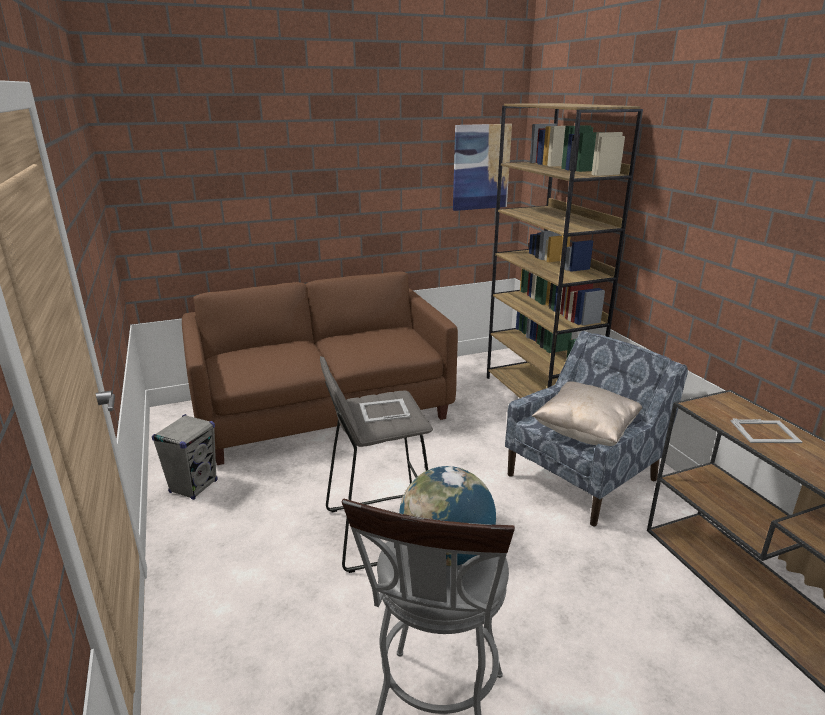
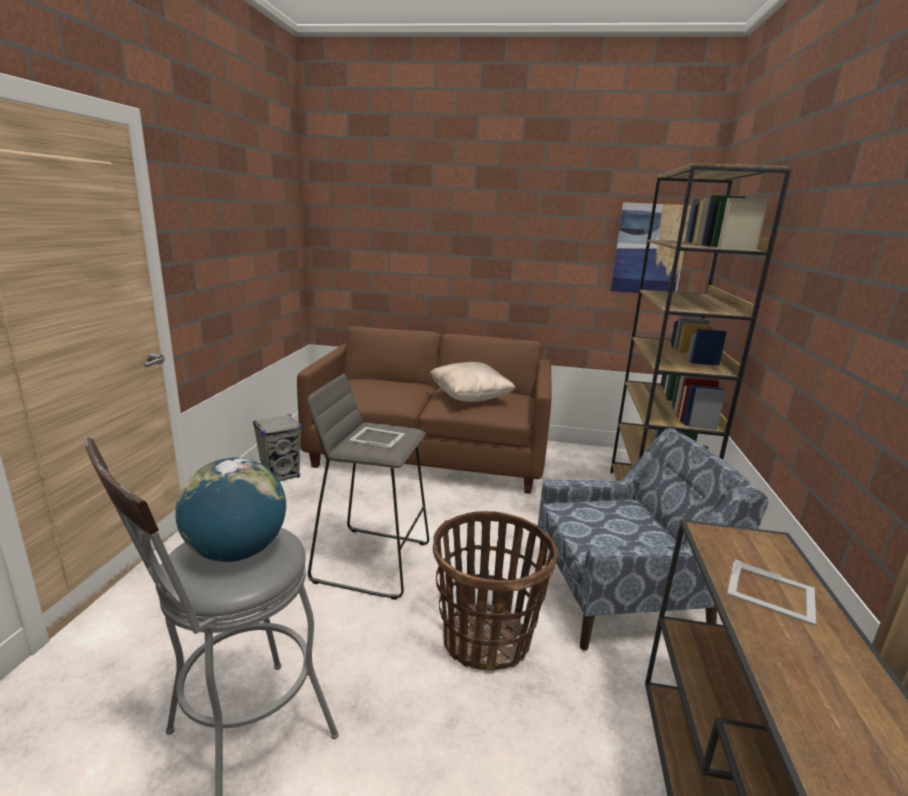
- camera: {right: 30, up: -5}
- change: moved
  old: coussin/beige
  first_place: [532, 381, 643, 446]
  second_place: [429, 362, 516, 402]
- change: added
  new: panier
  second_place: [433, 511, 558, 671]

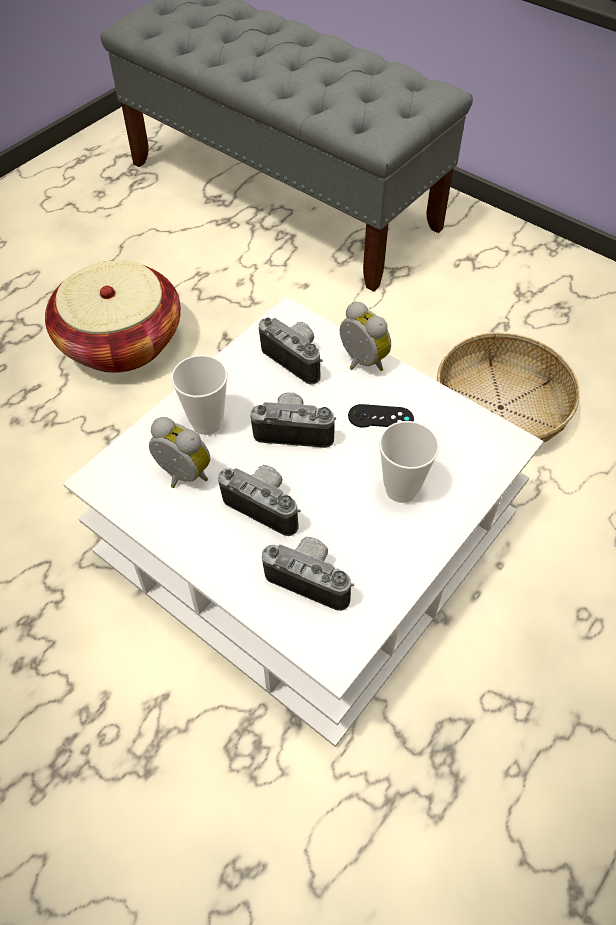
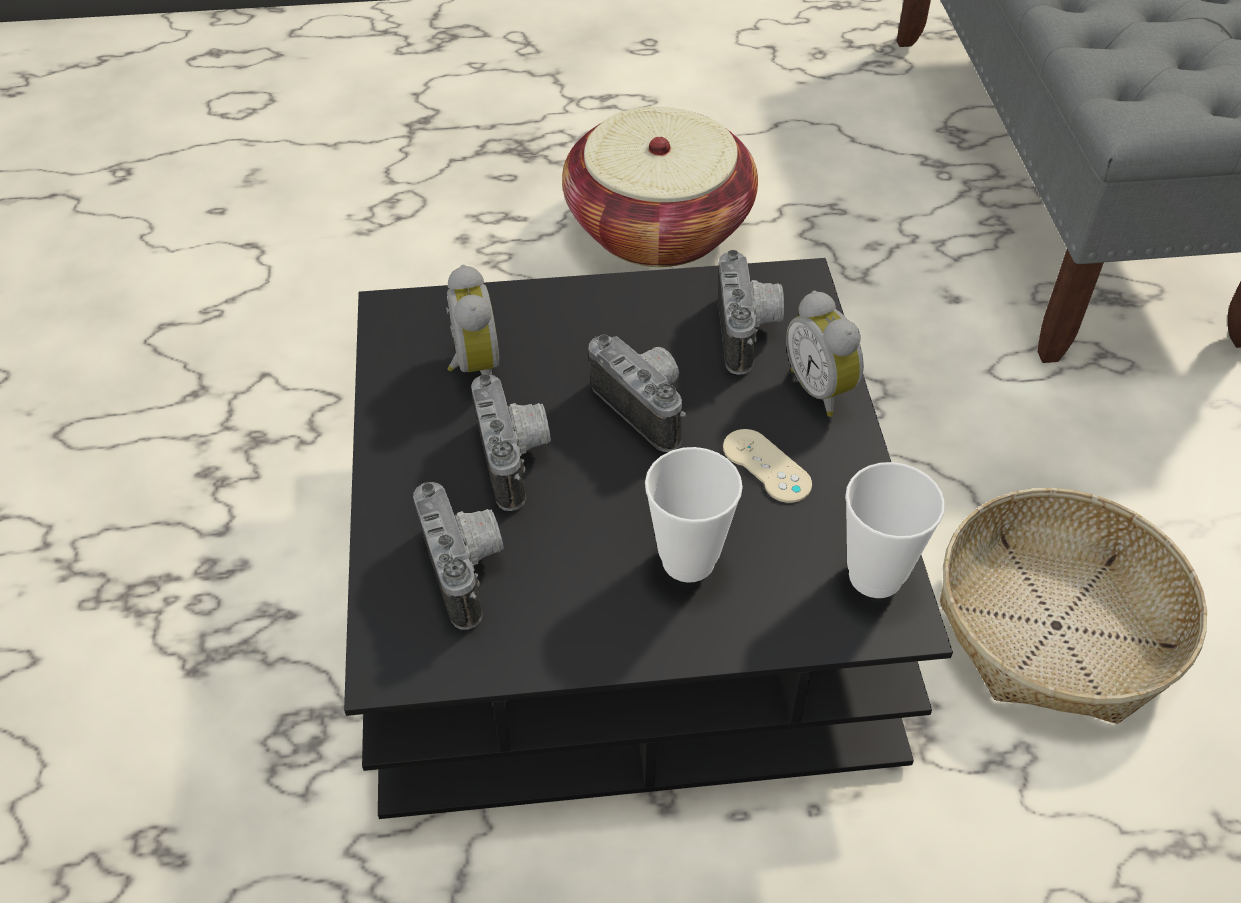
- camera: {right: 45, up: -5}
- change: recoloured
  old: table basse/blanc
  new: table basse/noir
  first_place: [63, 297, 544, 747]
  second_place: [344, 258, 953, 819]
- change: turned
  old: réveil
  first_place: [340, 302, 391, 371]
  second_place: [786, 291, 864, 417]
  degrees: 150
- change: moved
  old: tasse
  first_place: [171, 355, 228, 435]
  second_place: [845, 462, 945, 598]
- change: recoloured
  old: manette/noir
  new: manette/beige
  first_place: [348, 404, 414, 428]
  second_place: [723, 429, 812, 503]

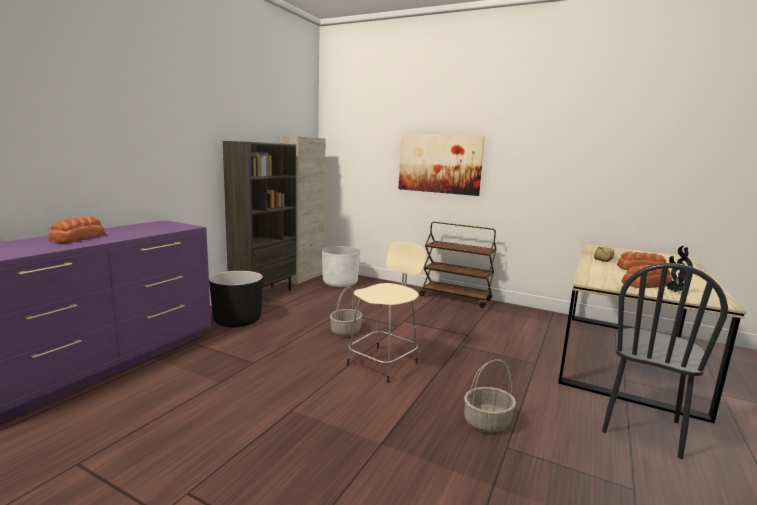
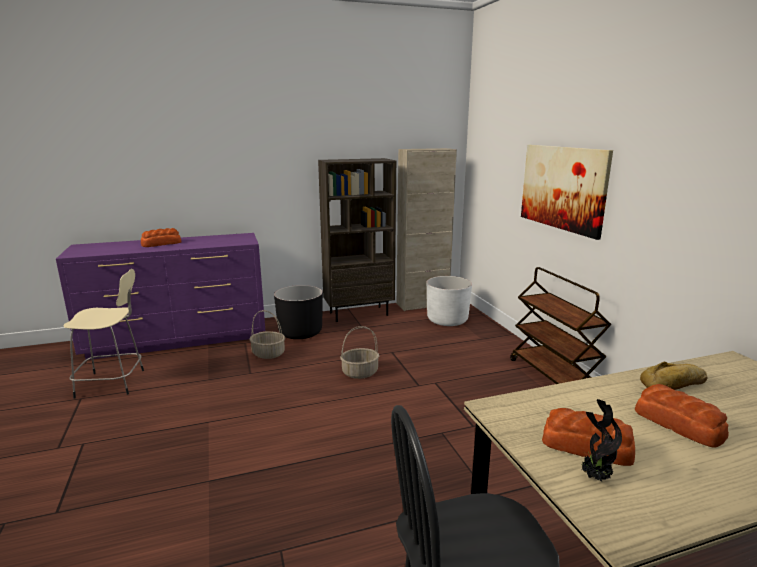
- camera: {right: 45, up: 5}
- change: moved
  old: tabouret/beige
  first_place: [347, 241, 426, 383]
  second_place: [63, 269, 144, 399]
- change: moved
  old: panier
  first_place: [464, 359, 516, 432]
  second_place: [250, 310, 285, 359]

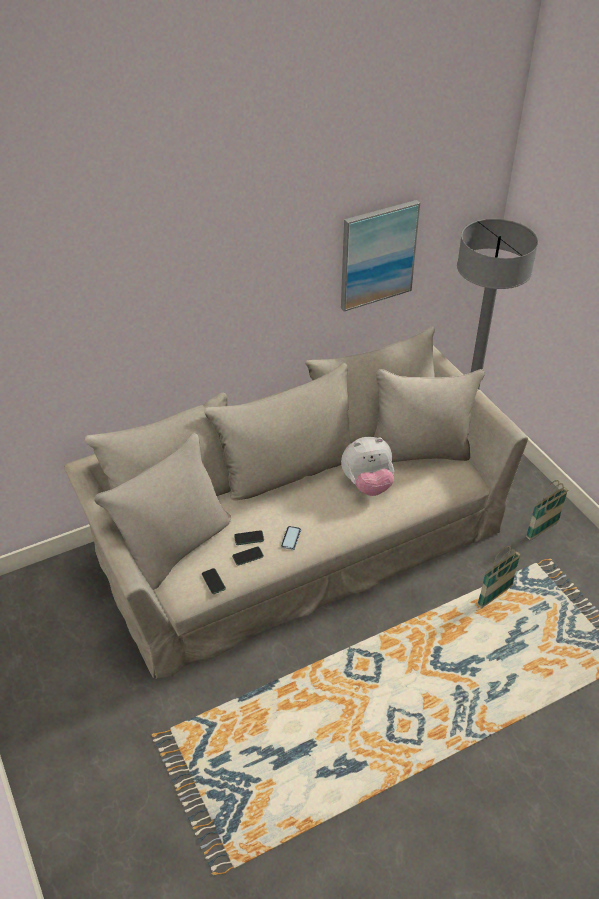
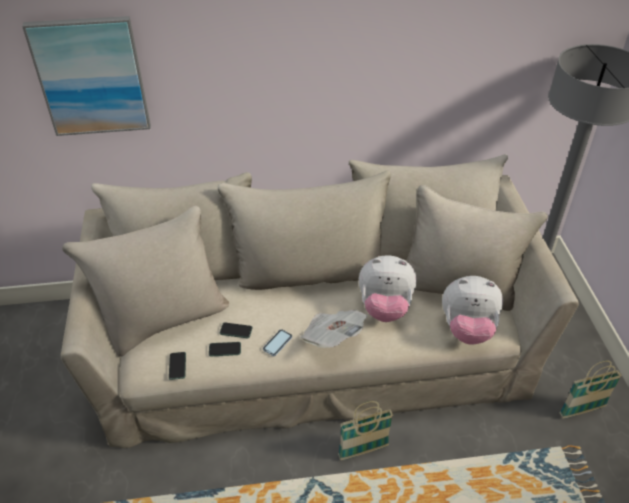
- camera: {right: 20, up: 0}
- change: moved
  old: tableau
  first_place: [341, 200, 420, 312]
  second_place: [22, 16, 151, 136]
- change: moved
  old: panier
  first_place: [477, 546, 521, 609]
  second_place: [338, 401, 393, 460]
- change: added
  new: peluche
  second_place: [442, 276, 503, 345]
- change: added
  new: journal
  second_place: [300, 310, 367, 348]

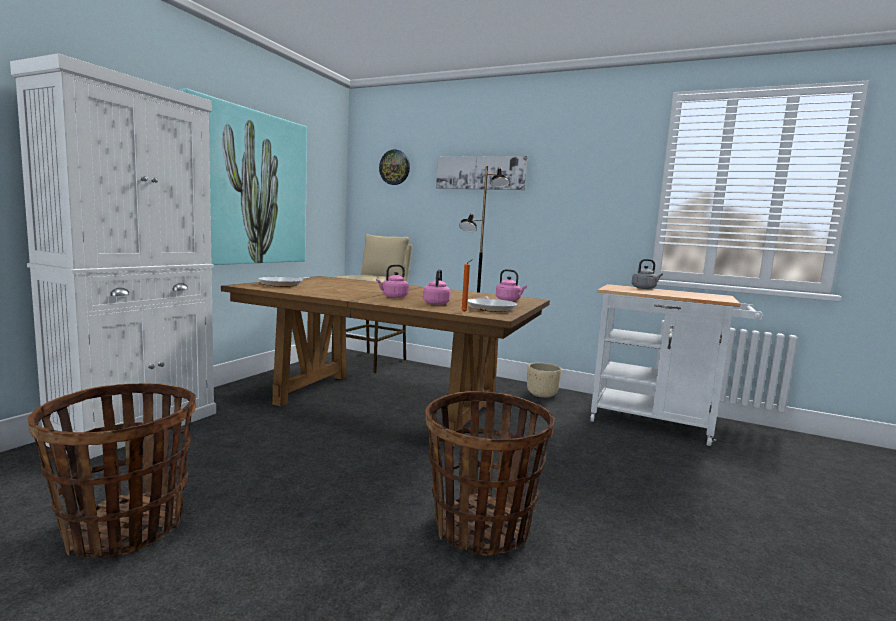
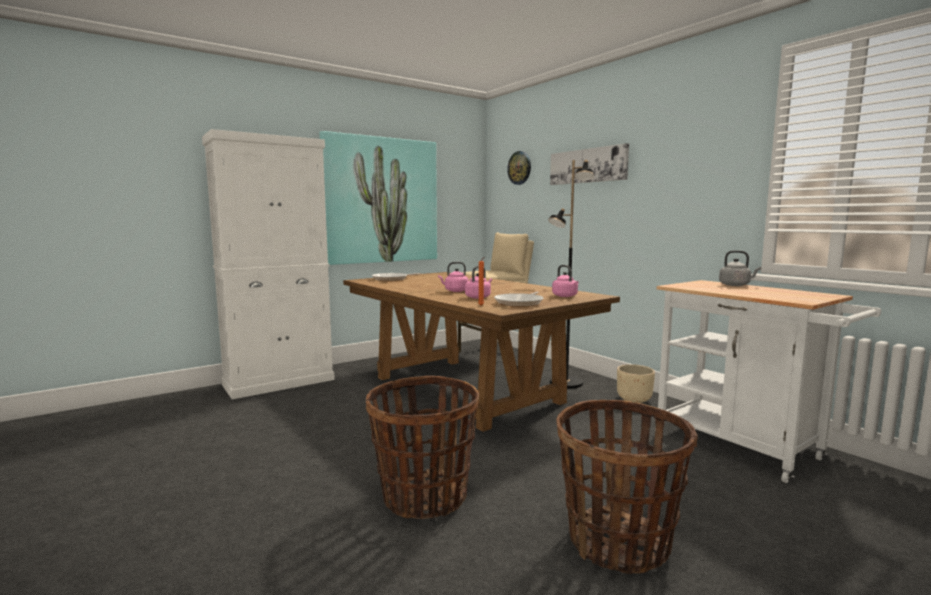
- camera: {right: 30, up: 0}
- change: moved
  old: panier
  first_place: [28, 383, 196, 558]
  second_place: [557, 400, 698, 574]

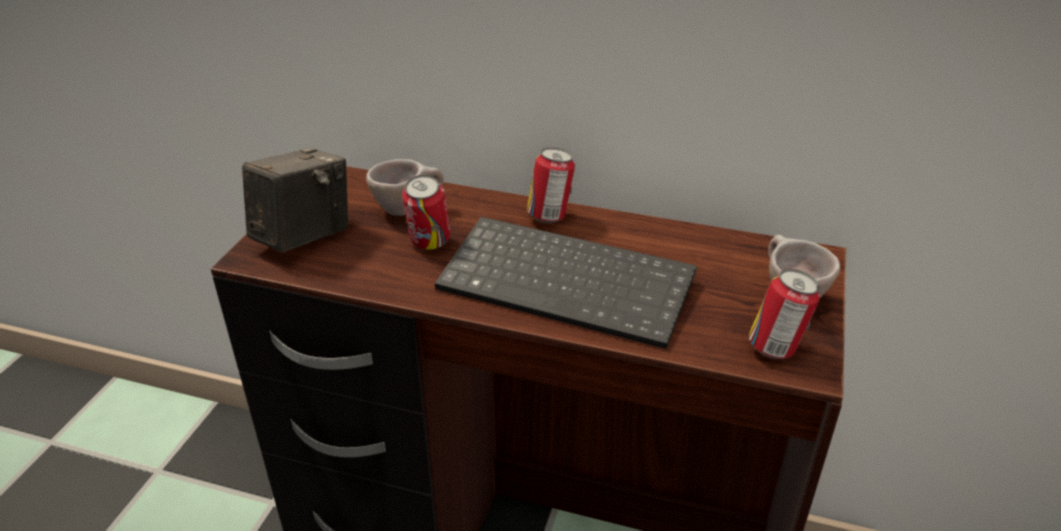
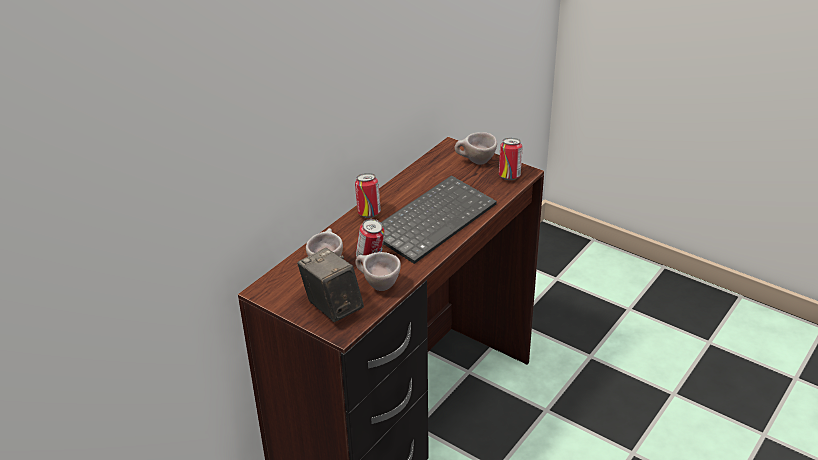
- camera: {right: -70, up: 0}
- change: added
  new: tasse/beige
  second_place: [355, 252, 401, 291]

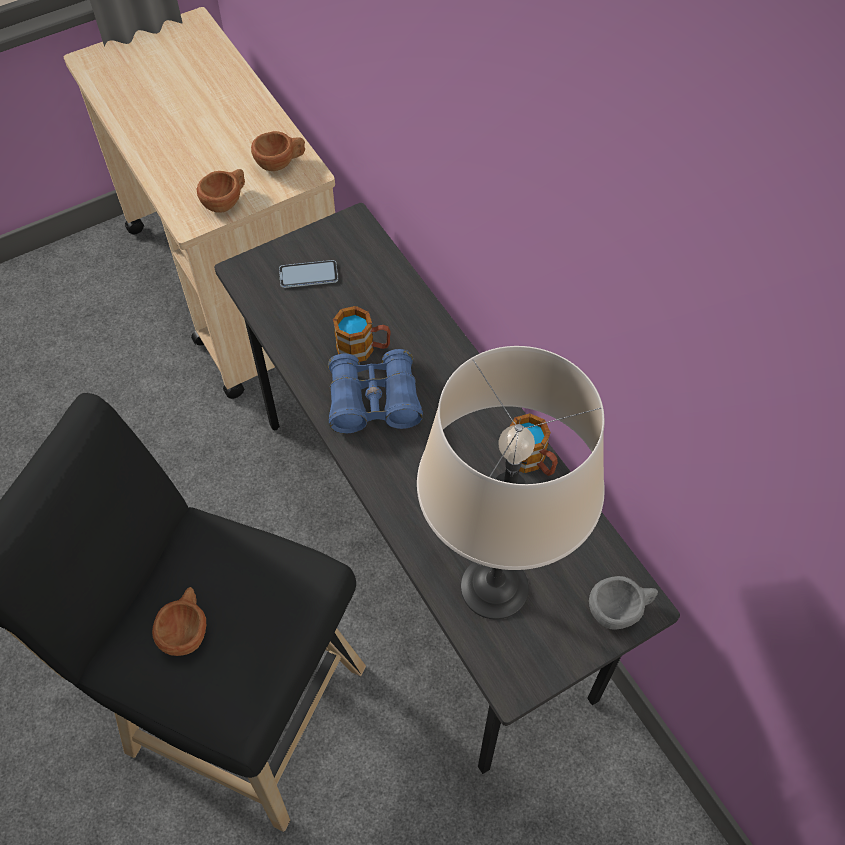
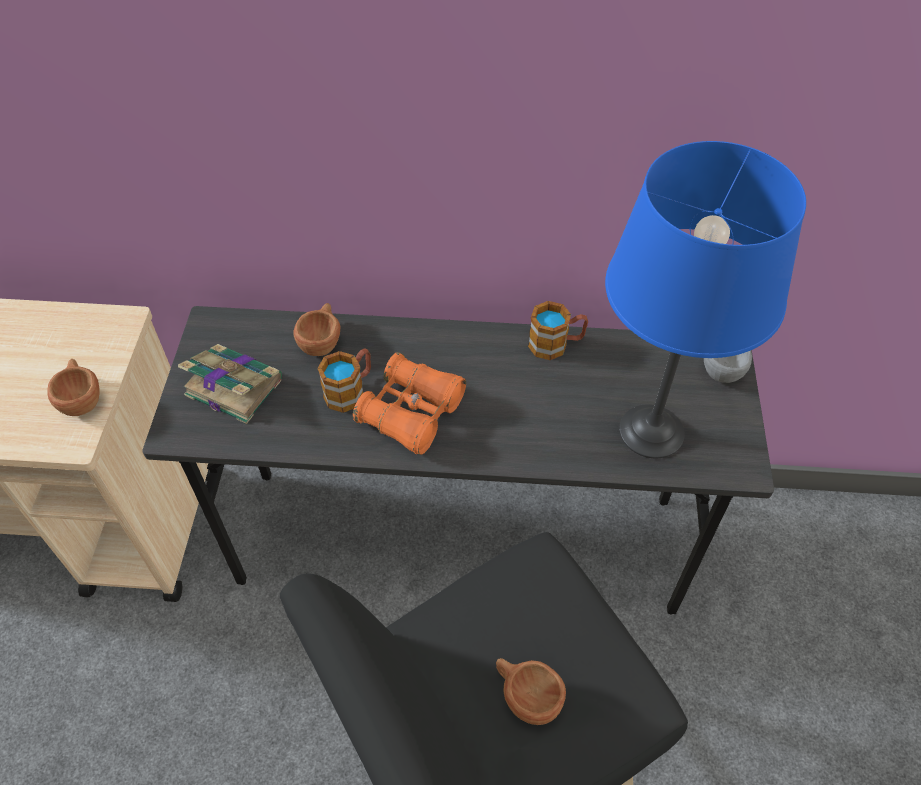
- camera: {right: -55, up: -5}
- change: moved
  old: tasse/marron
  first_place: [251, 131, 305, 171]
  second_place: [294, 303, 340, 356]
- change: replaced
  old: téléphone
  new: livre
  first_place: [279, 260, 338, 288]
  second_place: [178, 344, 282, 424]
- change: recoloured
  old: lampe de table/beige
  new: lampe de table/bleu
  first_place: [417, 346, 604, 619]
  second_place: [605, 141, 806, 458]
- change: recoloured
  old: jumelles/bleu
  new: jumelles/orange
  first_place: [328, 349, 423, 434]
  second_place: [353, 352, 466, 455]

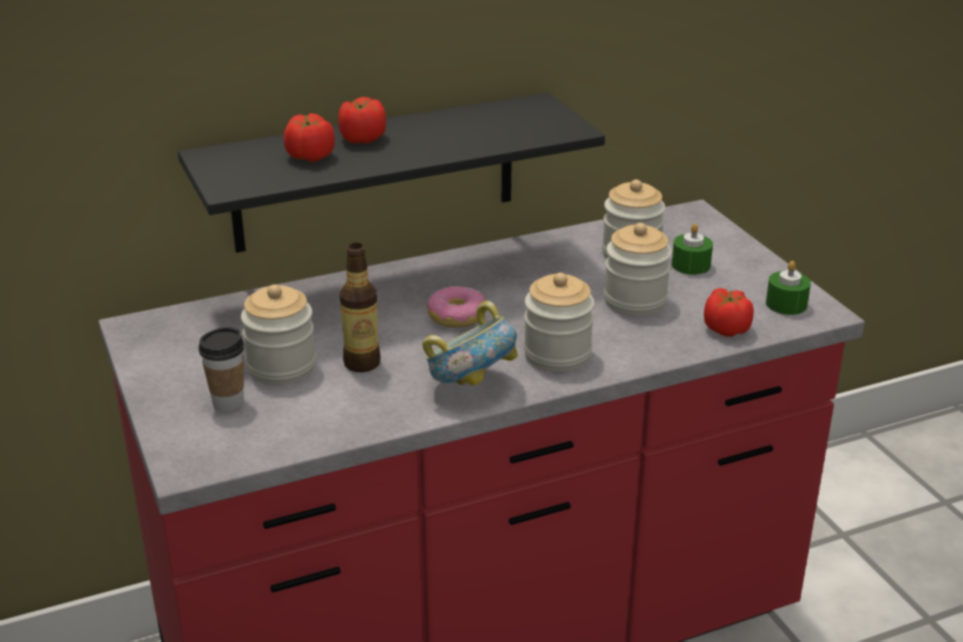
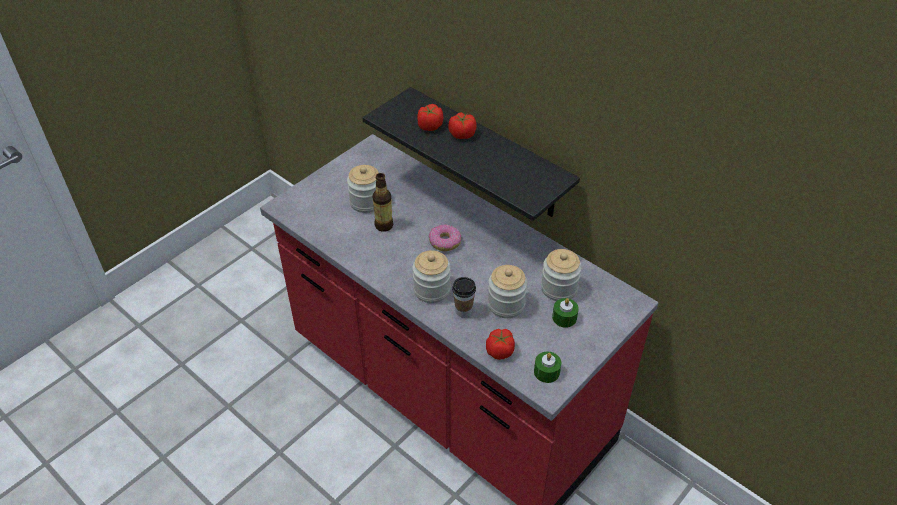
- camera: {right: 65, up: 15}
- change: removed
  old: bol
  first_place: [422, 301, 518, 386]
- change: moved
  old: tasse
  first_place: [199, 327, 244, 412]
  second_place: [452, 277, 476, 317]

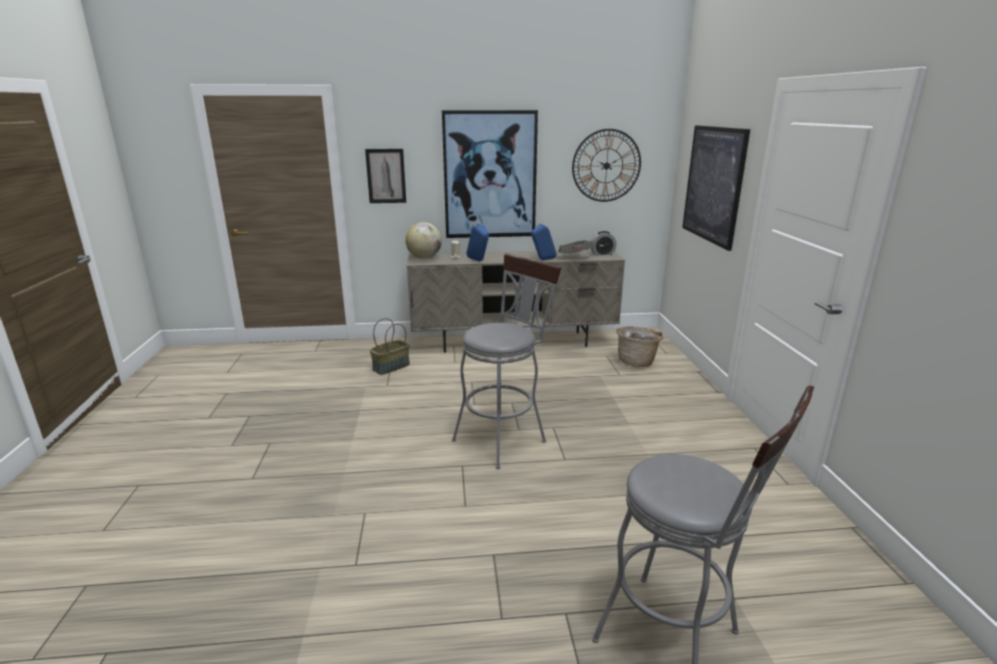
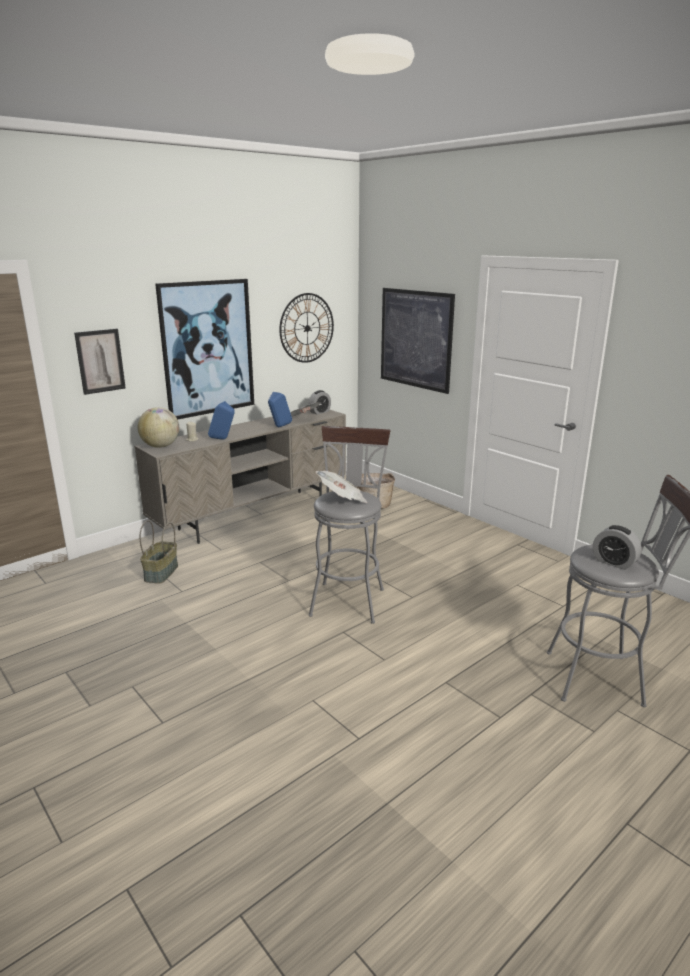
- camera: {right: -35, up: 0}
- change: added
  new: journal
  second_place: [315, 471, 368, 503]
- change: added
  new: réveil
  second_place: [593, 525, 642, 570]

